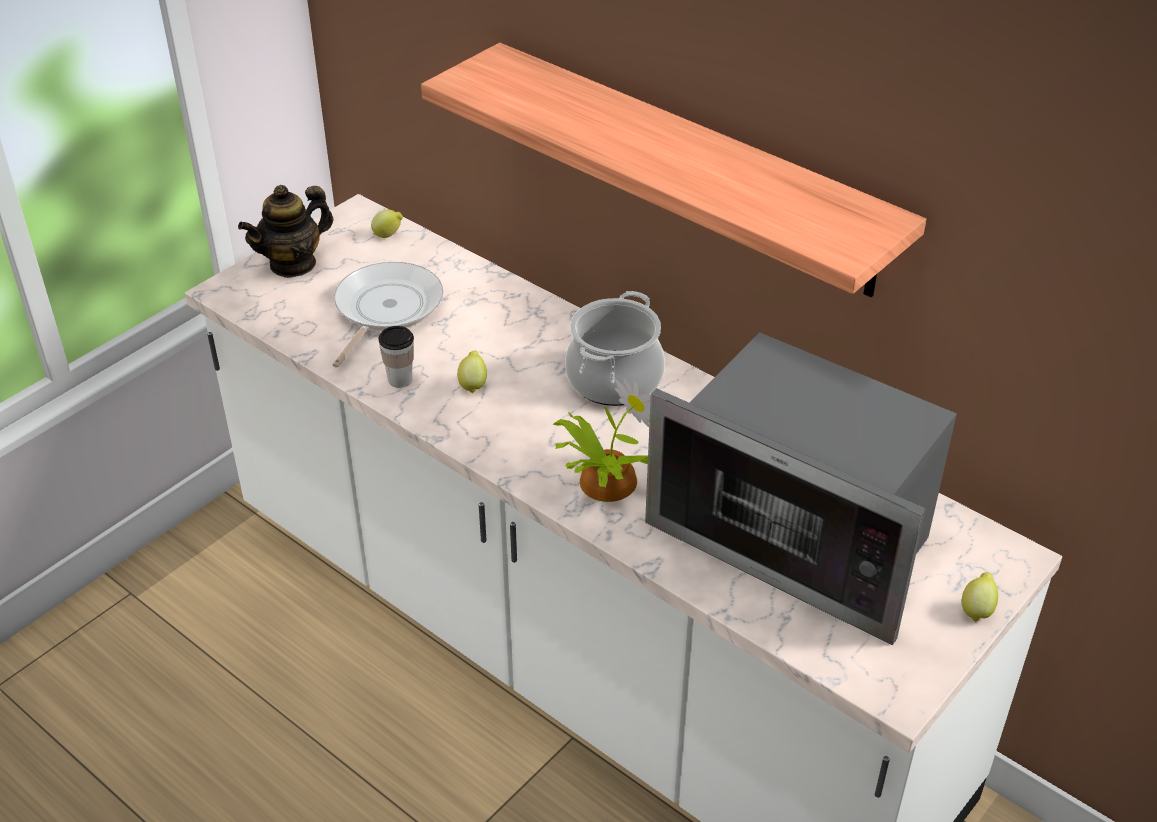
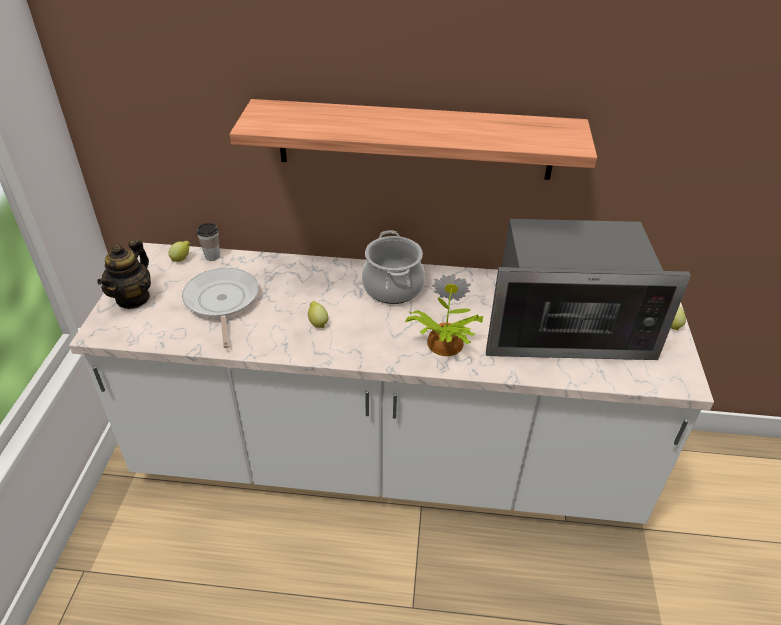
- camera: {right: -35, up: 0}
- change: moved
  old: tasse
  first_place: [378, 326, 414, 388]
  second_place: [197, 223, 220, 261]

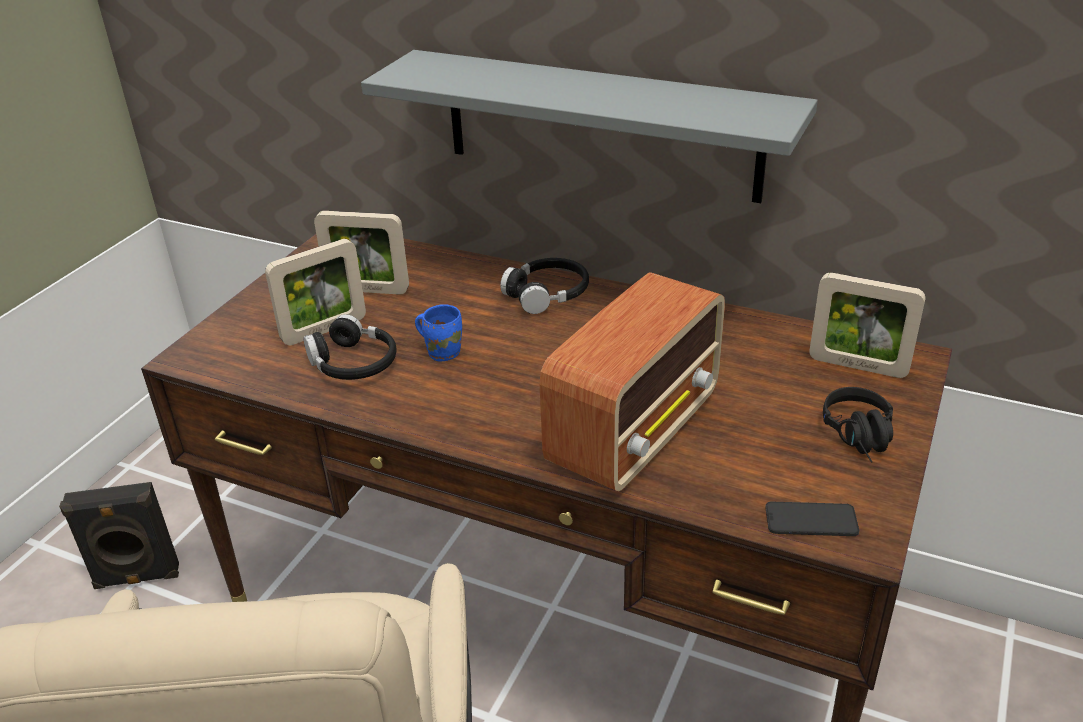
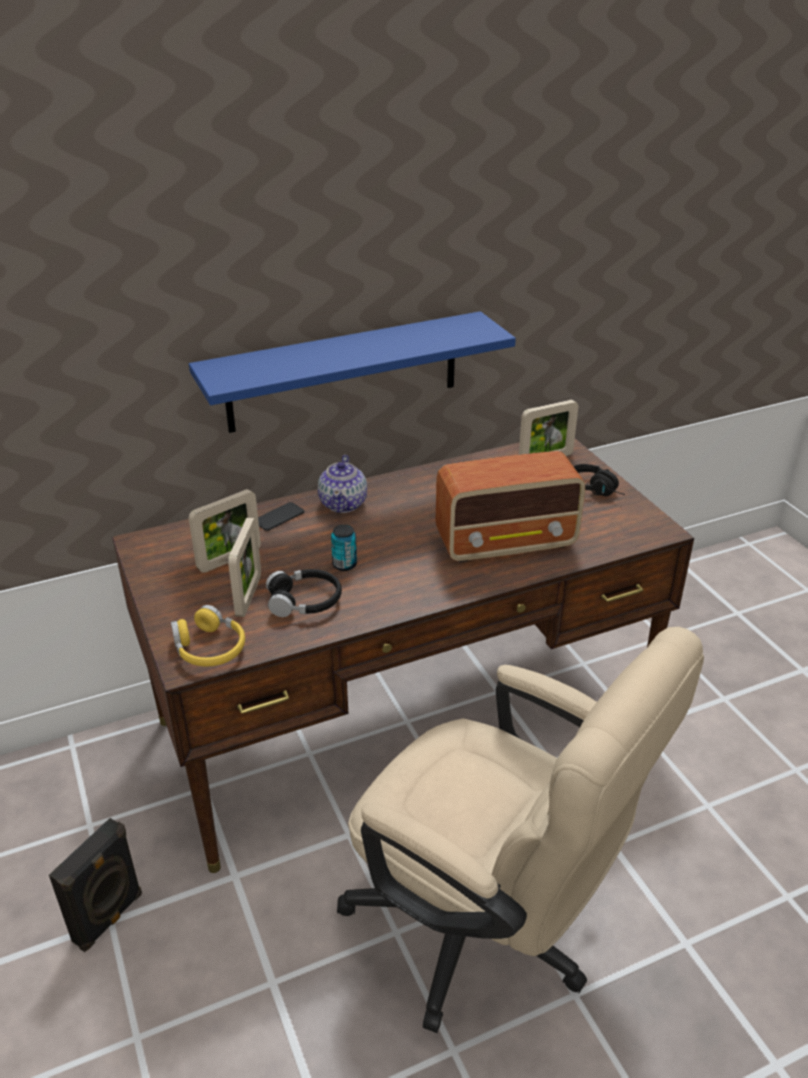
- camera: {right: -50, up: 0}
- change: recoloured
  old: étagère/gris
  new: étagère/bleu
  first_place: [361, 50, 818, 203]
  second_place: [189, 311, 516, 433]
- change: replaced
  old: casque audio/noir
  new: théière
  first_place: [500, 258, 589, 314]
  second_place: [318, 455, 367, 513]
- change: turned
  old: radio
  first_place: [540, 272, 725, 491]
  second_place: [436, 451, 585, 562]
  degrees: 90
- change: replaced
  old: mug/bleu
  new: boîte métallique
  first_place: [415, 304, 462, 362]
  second_place: [331, 525, 357, 571]
- change: moved
  old: téléphone
  first_place: [765, 502, 859, 536]
  second_place: [258, 502, 304, 531]
- change: added
  new: casque audio/jaune
  second_place: [171, 605, 245, 666]

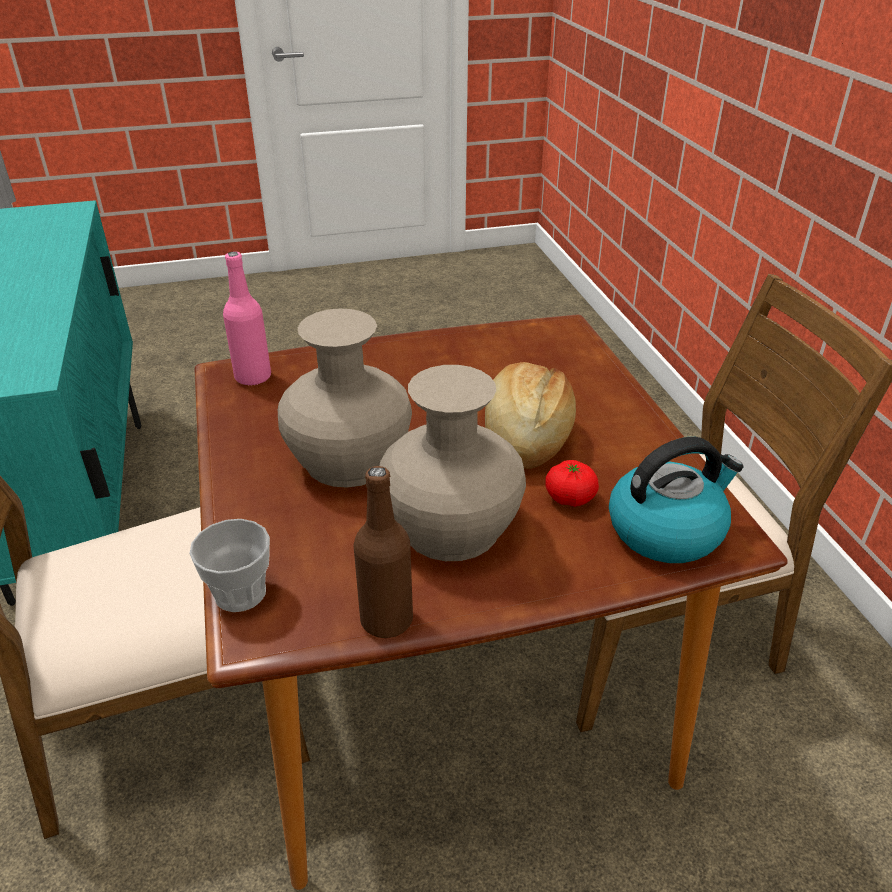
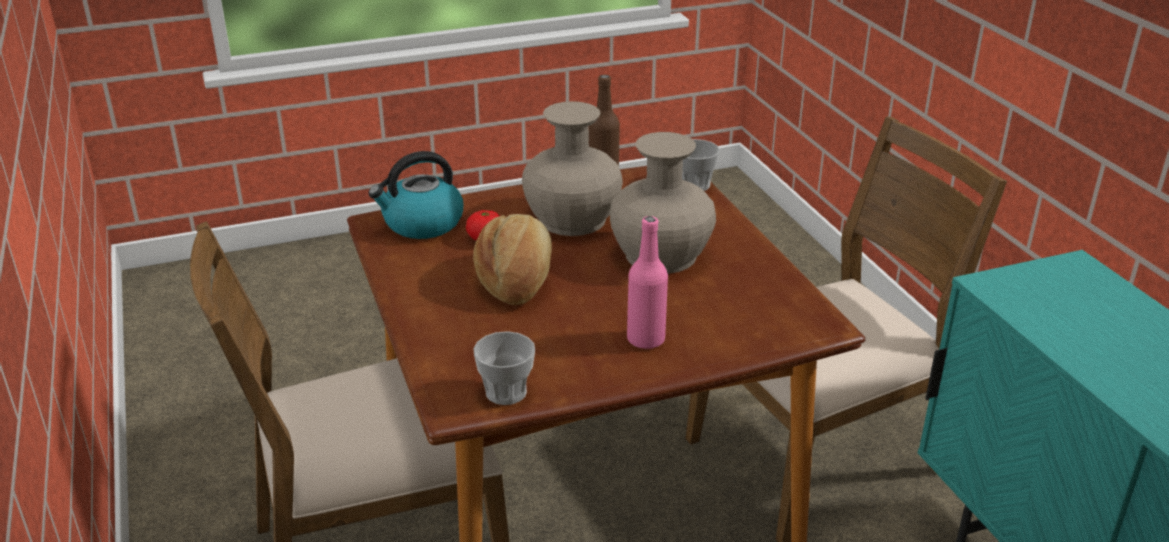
- camera: {right: 175, up: -5}
- change: moved
  old: bouteille/rose
  first_place: [223, 251, 271, 386]
  second_place: [627, 216, 668, 349]
- change: added
  new: tasse
  second_place: [473, 331, 535, 405]

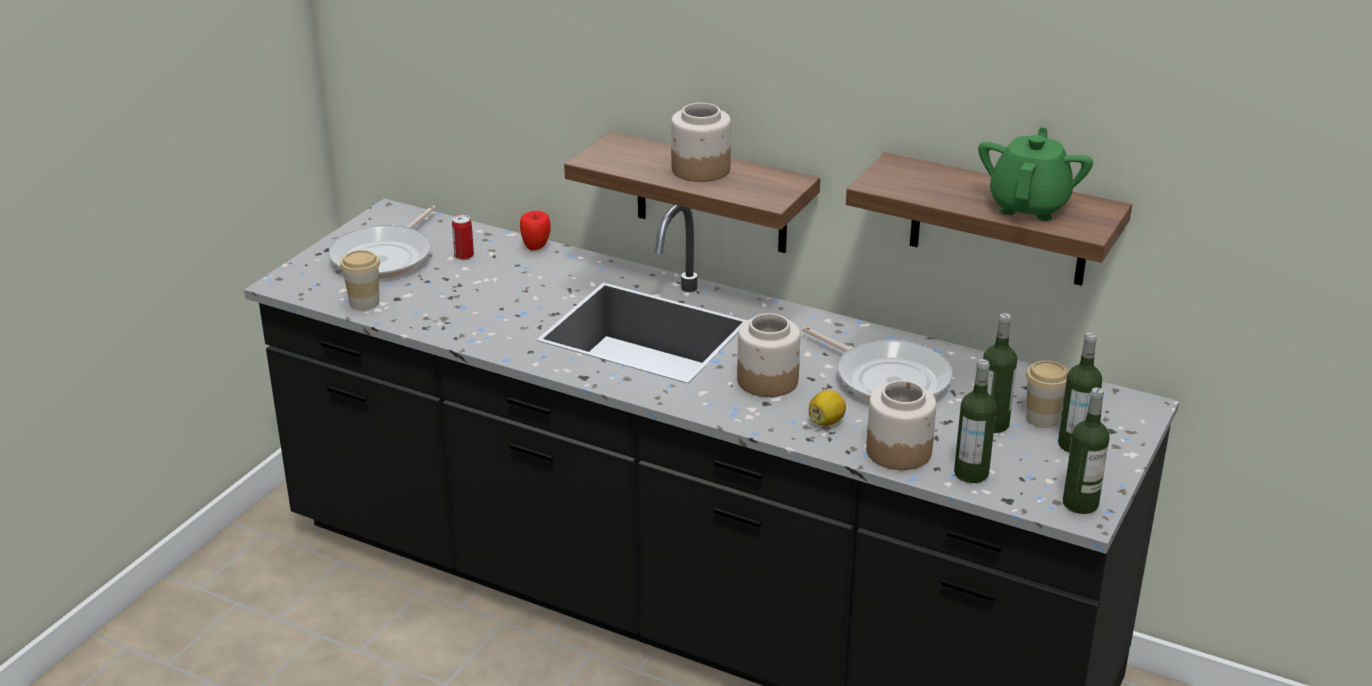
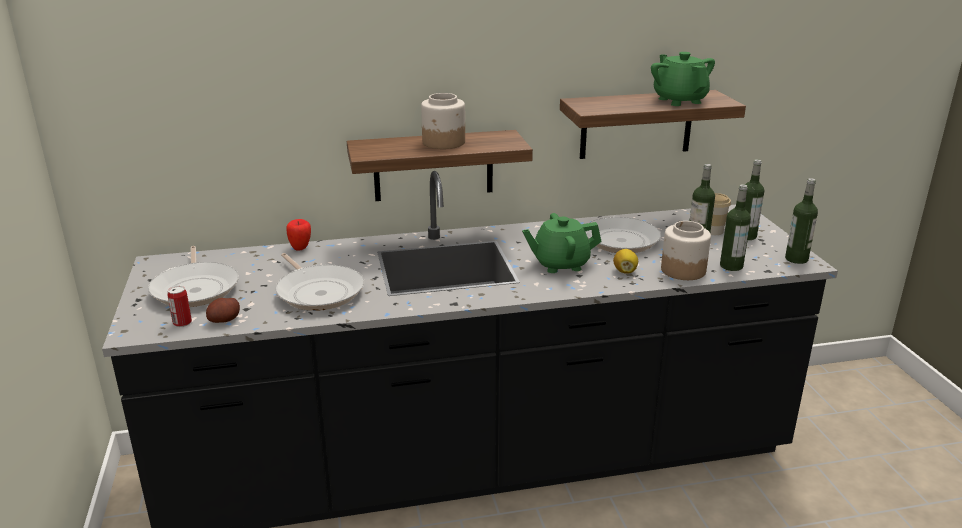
- camera: {right: -40, up: -5}
- change: moved
  old: boîte métallique
  first_place: [452, 215, 474, 260]
  second_place: [167, 286, 192, 327]
- change: replaced
  old: tasse
  new: pomme de terre
  first_place: [340, 250, 380, 311]
  second_place: [206, 298, 240, 323]
- change: replaced
  old: bocal
  new: théière/vert
  first_place: [737, 313, 800, 397]
  second_place: [522, 213, 602, 273]
- change: added
  new: poêle
  second_place: [275, 253, 364, 311]

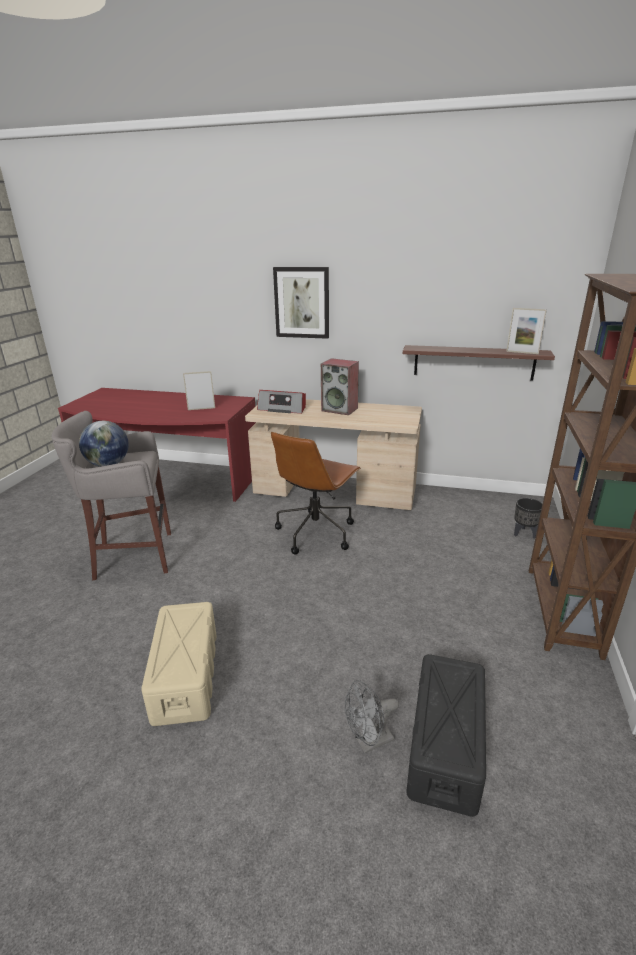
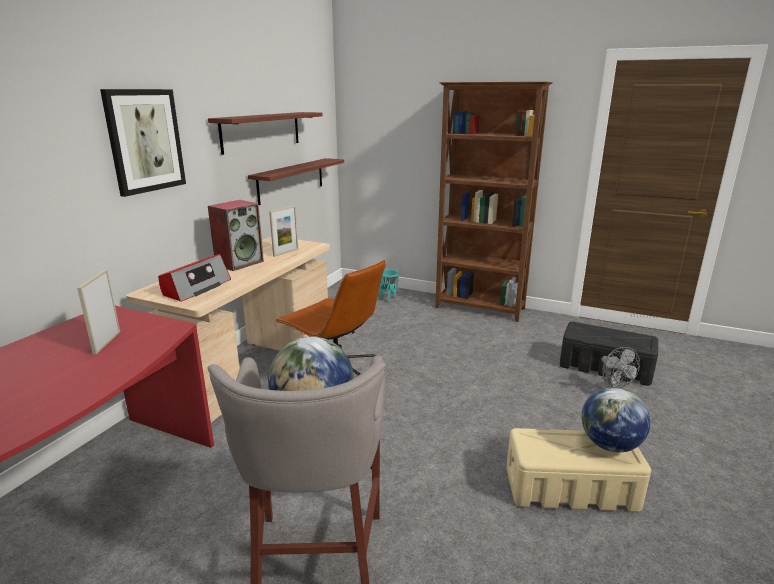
- camera: {right: -80, up: -5}
- change: moved
  old: cadre photo
  first_place: [506, 308, 547, 354]
  second_place: [269, 206, 298, 257]
- change: recoloured
  old: cache-pot/noir
  new: cache-pot/turquoise
  first_place: [514, 498, 543, 539]
  second_place: [379, 269, 399, 302]
- change: added
  new: étagère
  second_place: [208, 112, 323, 155]
- change: added
  new: globe
  second_place: [582, 387, 650, 453]

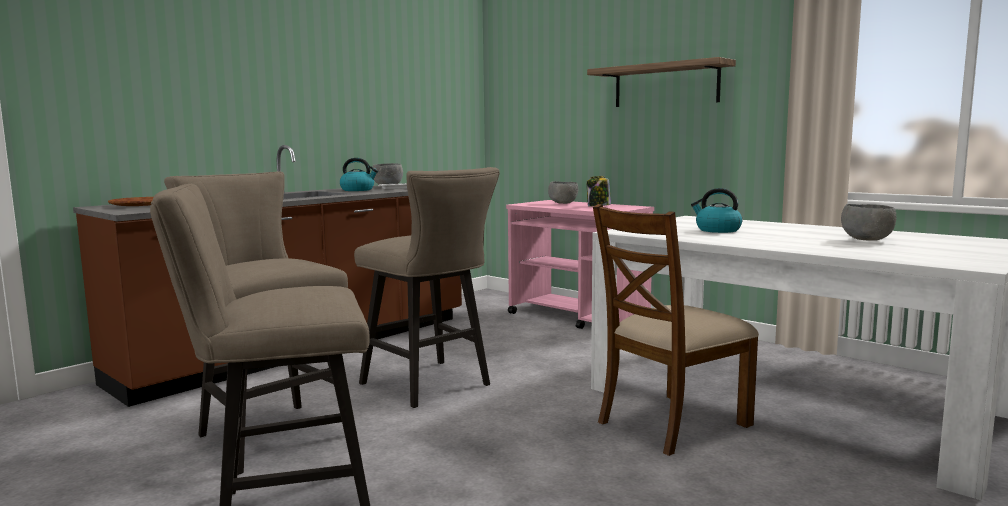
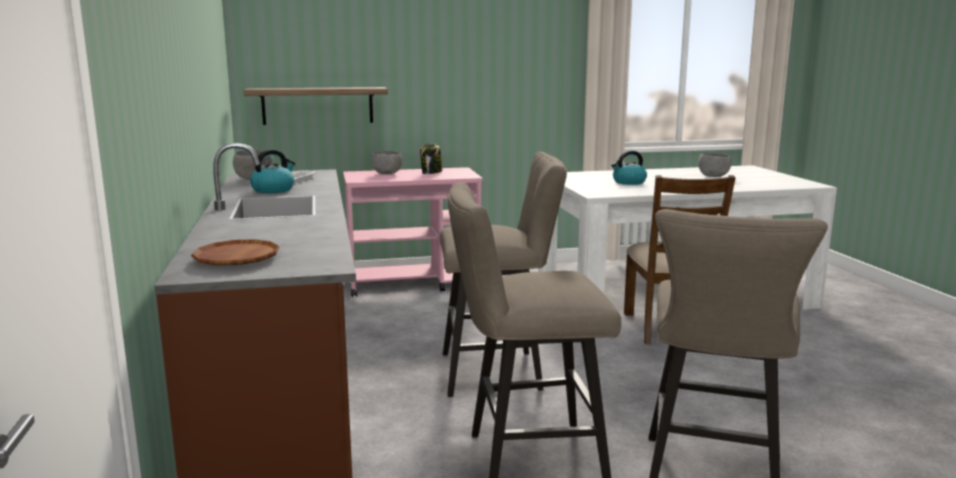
- camera: {right: -55, up: 5}
- change: moved
  old: étagère
  first_place: [587, 57, 736, 107]
  second_place: [244, 87, 388, 125]

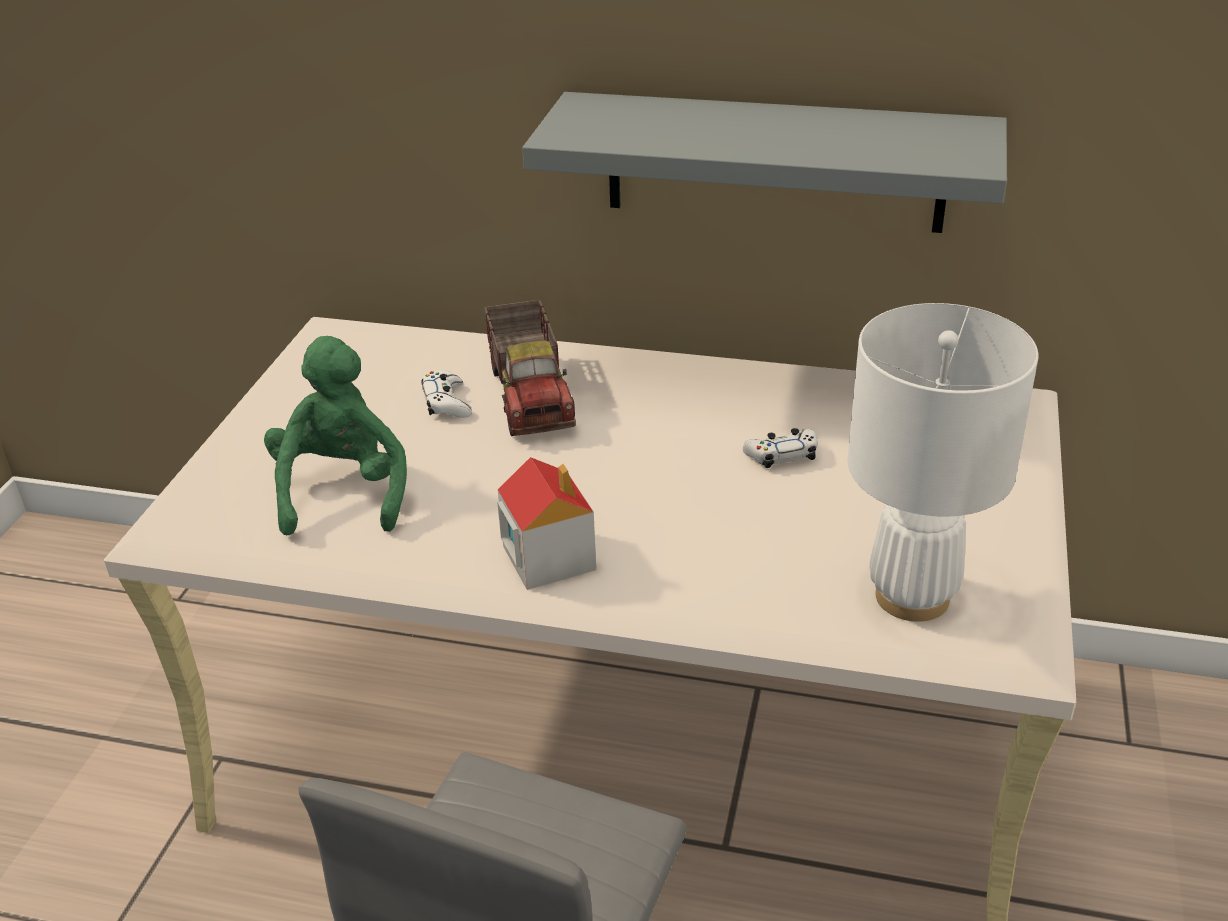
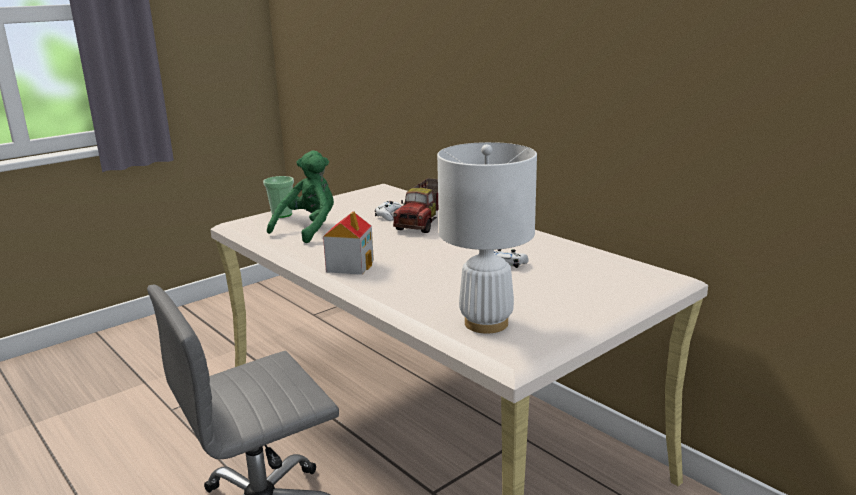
- camera: {right: 35, up: -15}
- change: removed
  old: étagère/gris
  first_place: [522, 92, 1007, 233]
- change: added
  new: tasse
  second_place: [263, 176, 294, 218]

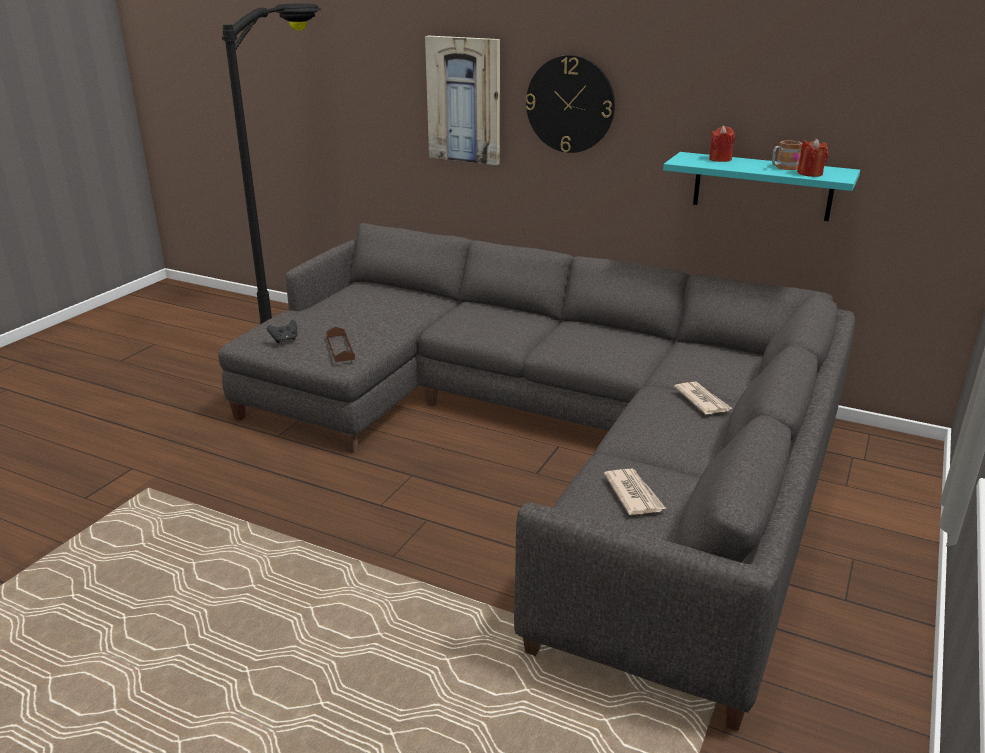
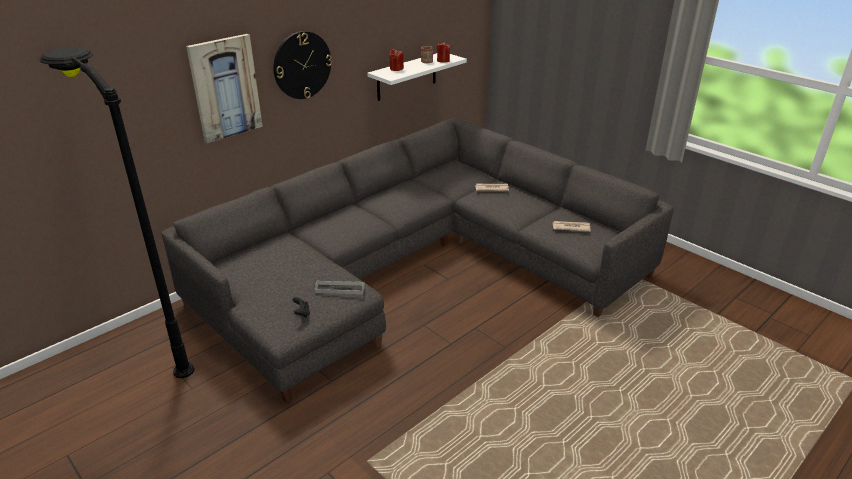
- camera: {right: -70, up: 5}
- change: recoloured
  old: étagère/turquoise
  new: étagère/blanc
  first_place: [663, 152, 860, 221]
  second_place: [367, 53, 467, 101]
- change: recoloured
  old: plateau/marron
  new: plateau/gris
  first_place: [326, 327, 355, 362]
  second_place: [315, 281, 365, 294]

